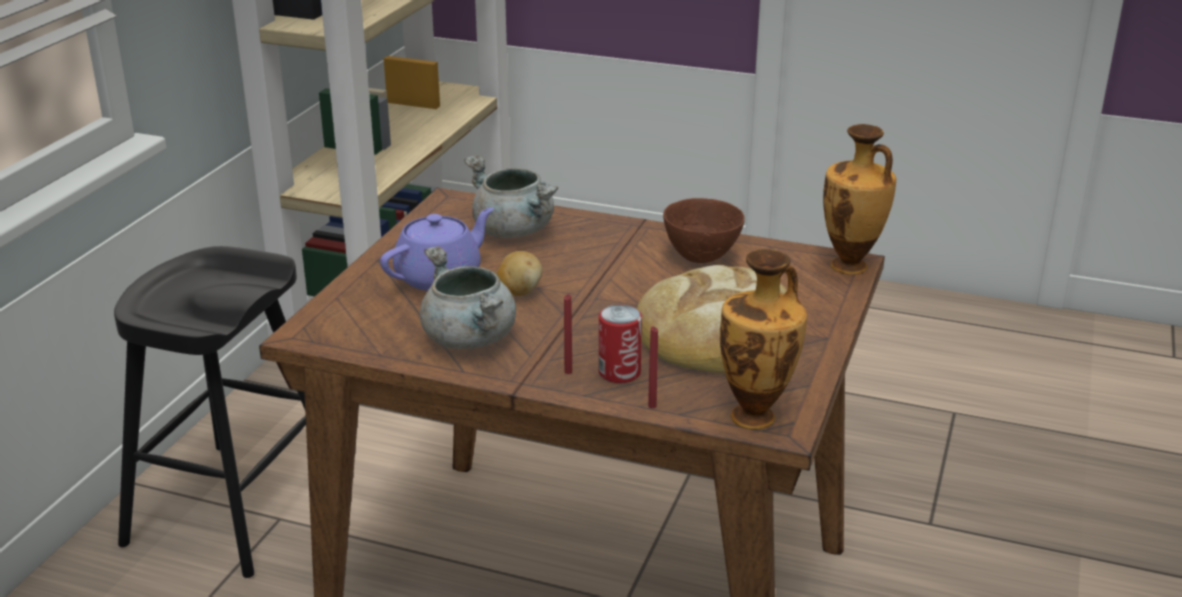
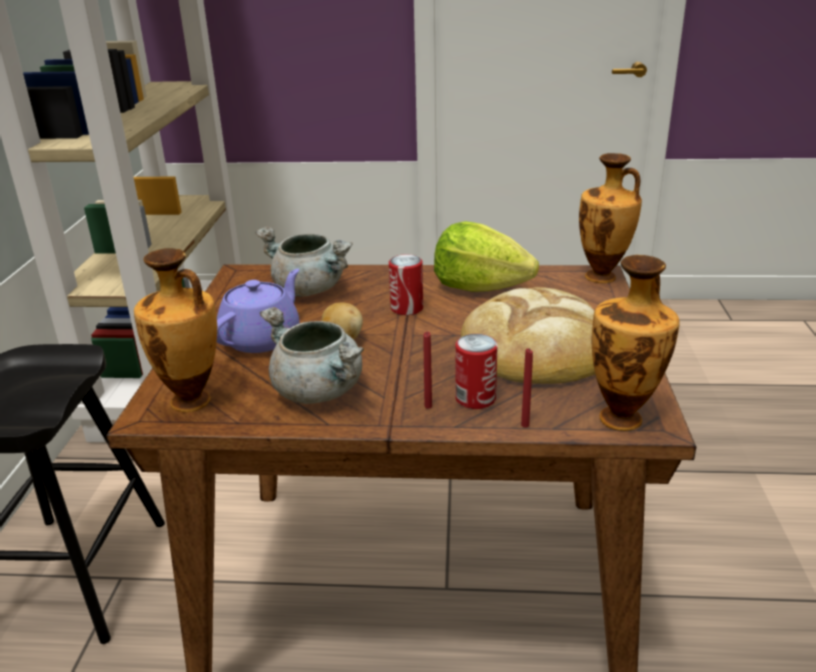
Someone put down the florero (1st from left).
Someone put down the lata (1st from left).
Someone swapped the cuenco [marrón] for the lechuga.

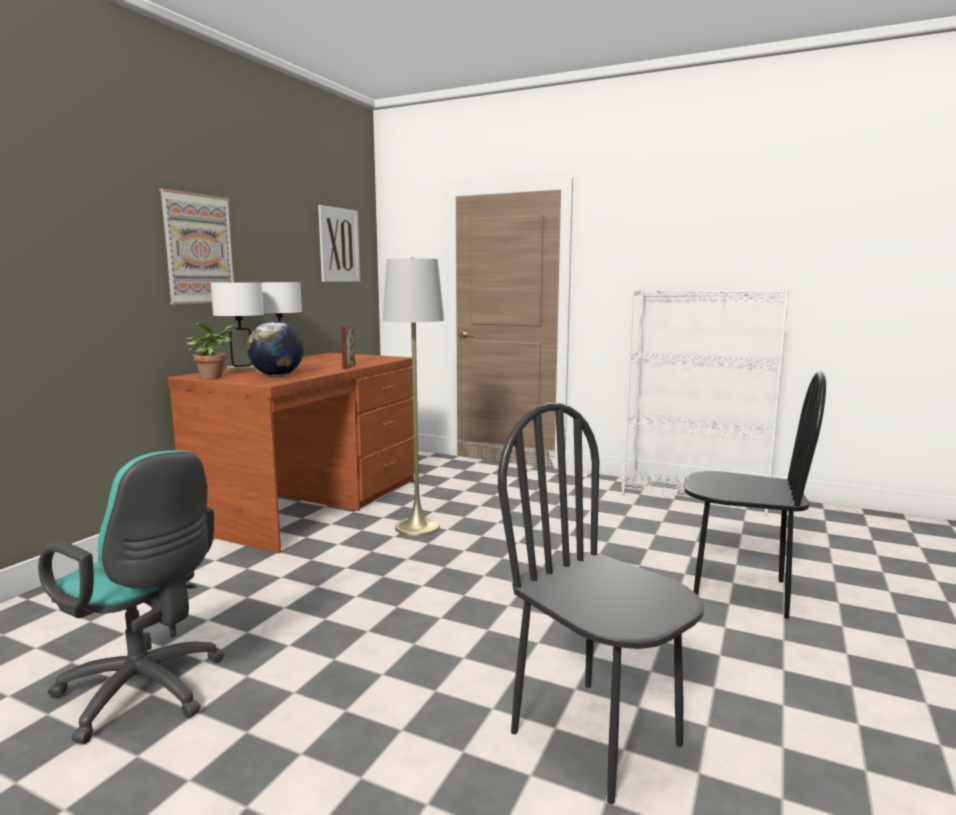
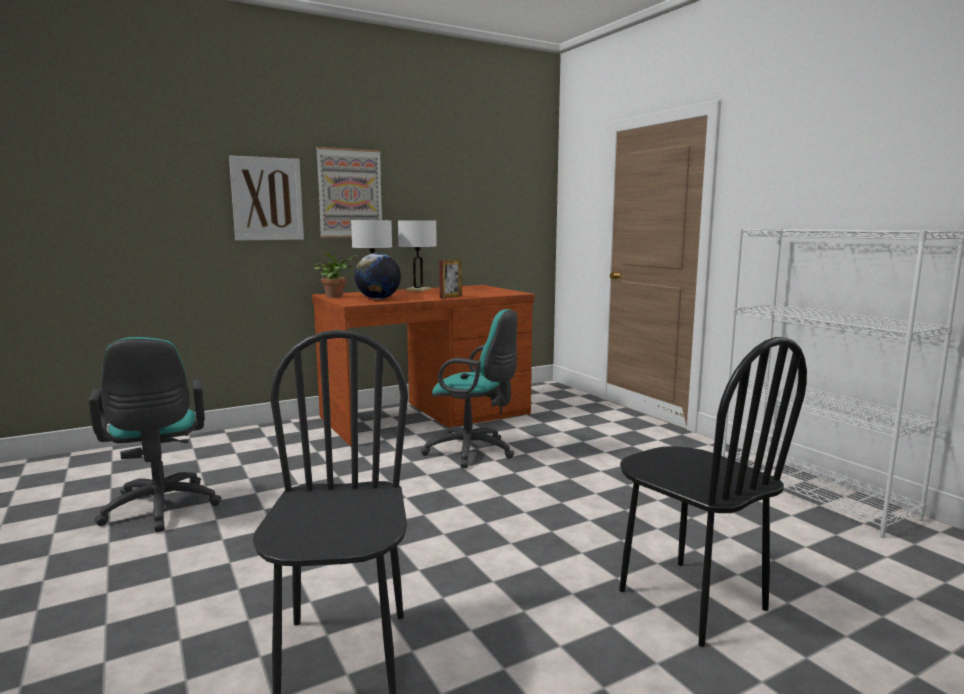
Someone carried the cuadro (2nd from left in the first image).
Someone swapped the lámpara de pie [gris] for the silla de oficina [turquesa] (2nd from left).

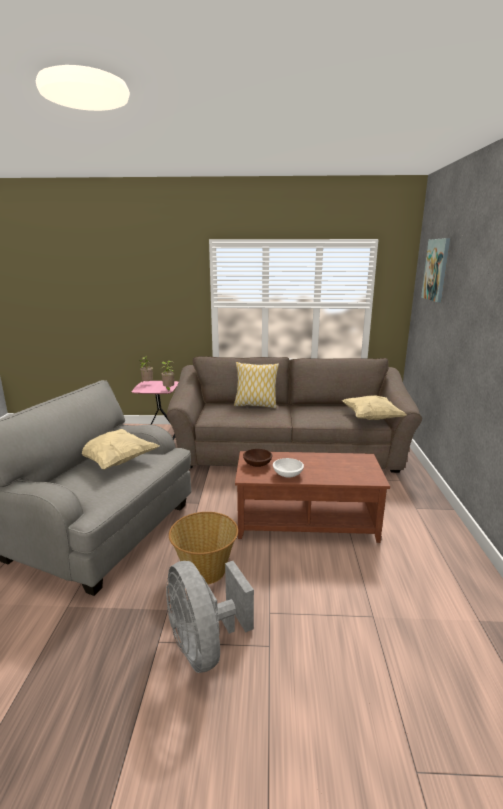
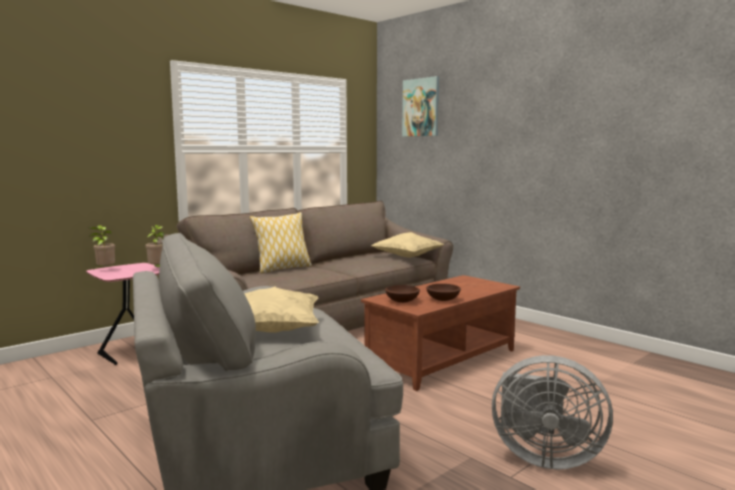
Someone repainted the cuenco [blanco], which became the cuenco [marrón] (2nd from left).
Someone took away the cesta.

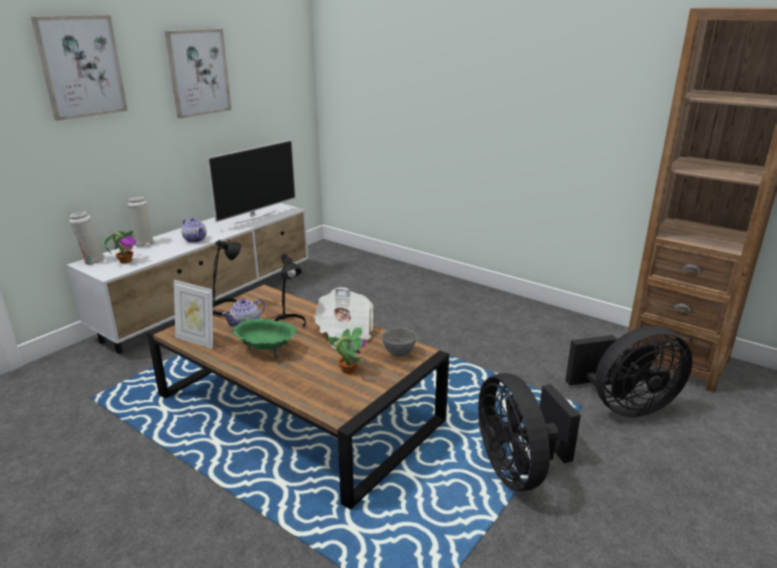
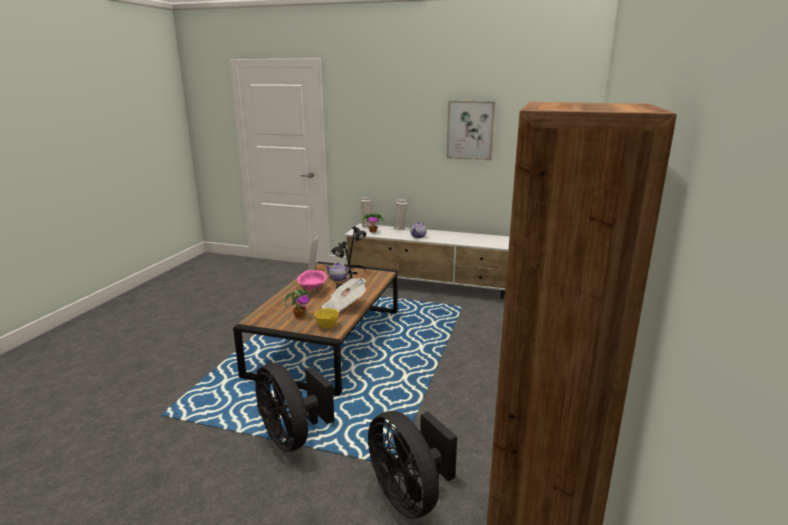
Someone rotated the ventilador [negro] (1st from left) by 90 degrees counterclockwise.
Someone repainted the cuenco [verde], which became the cuenco [rosa].
Someone repainted the cuenco [gris], which became the cuenco [amarillo].
Someone took away the cuadro (1st from left).
Someone took away the televisor.

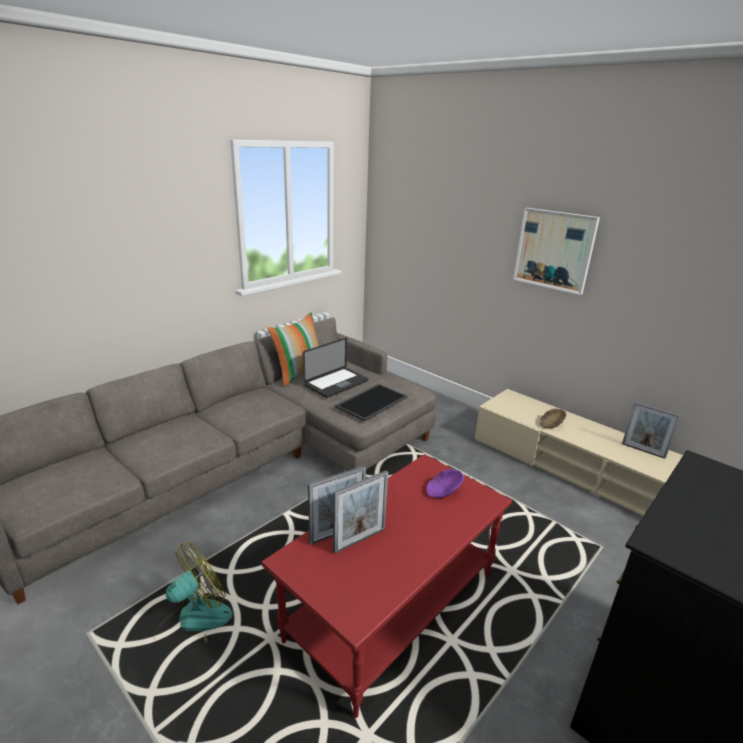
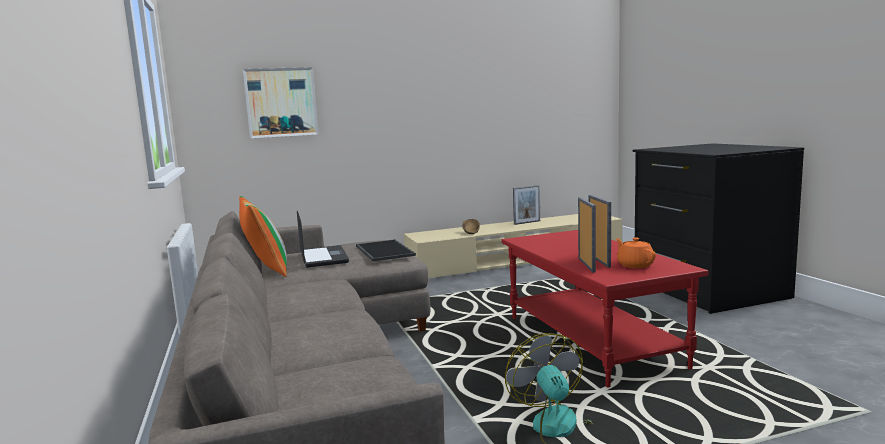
Someone carried the cuadro.
Someone put down the tetera [naranja].
Someone took away the cuenco [morado].

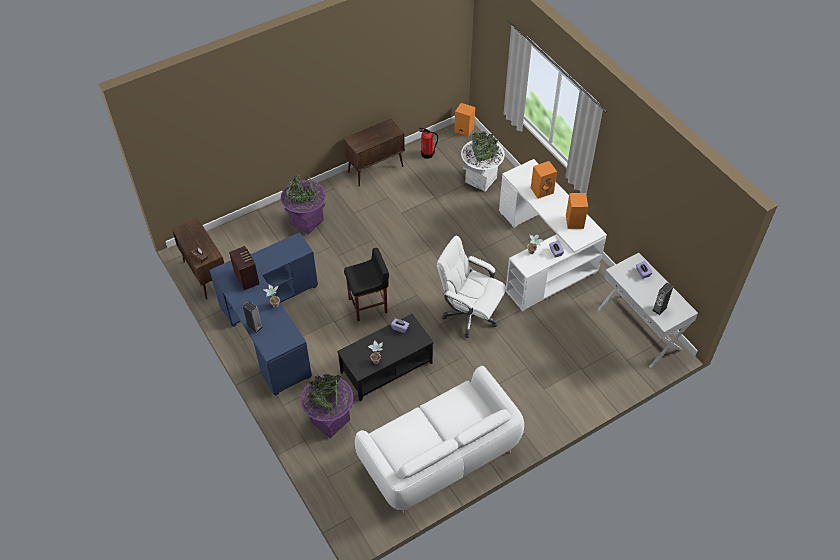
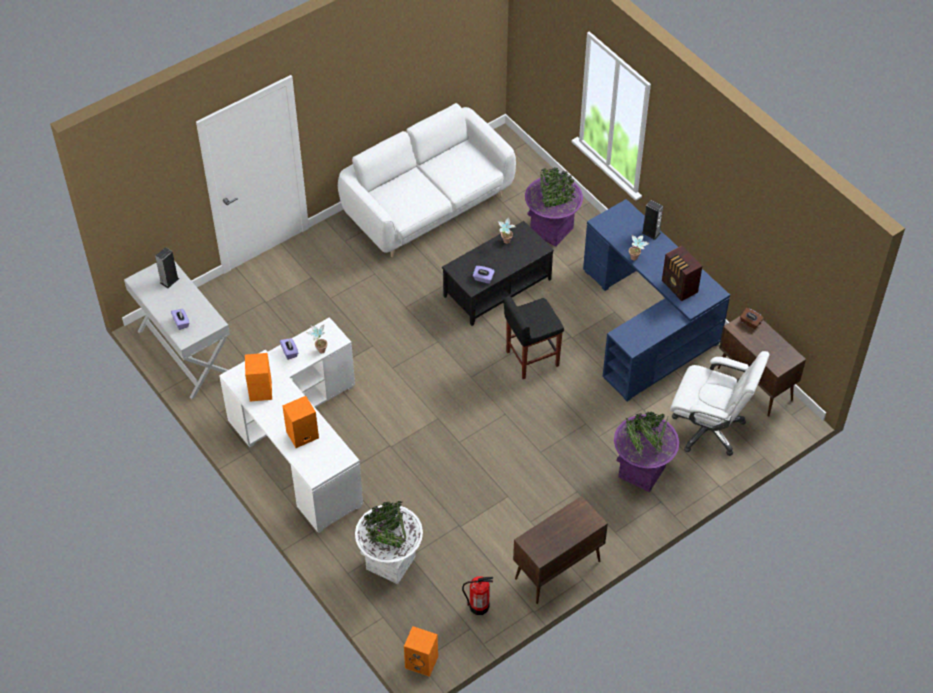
Someone carried the silla de oficina [blanco].

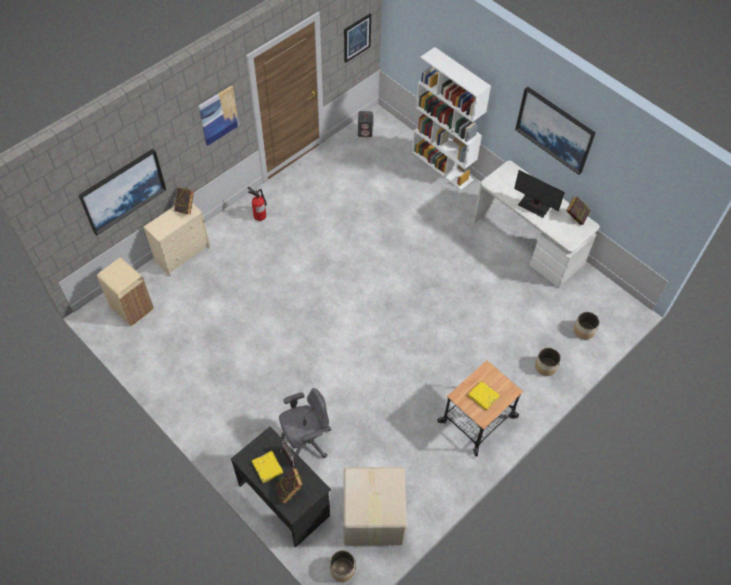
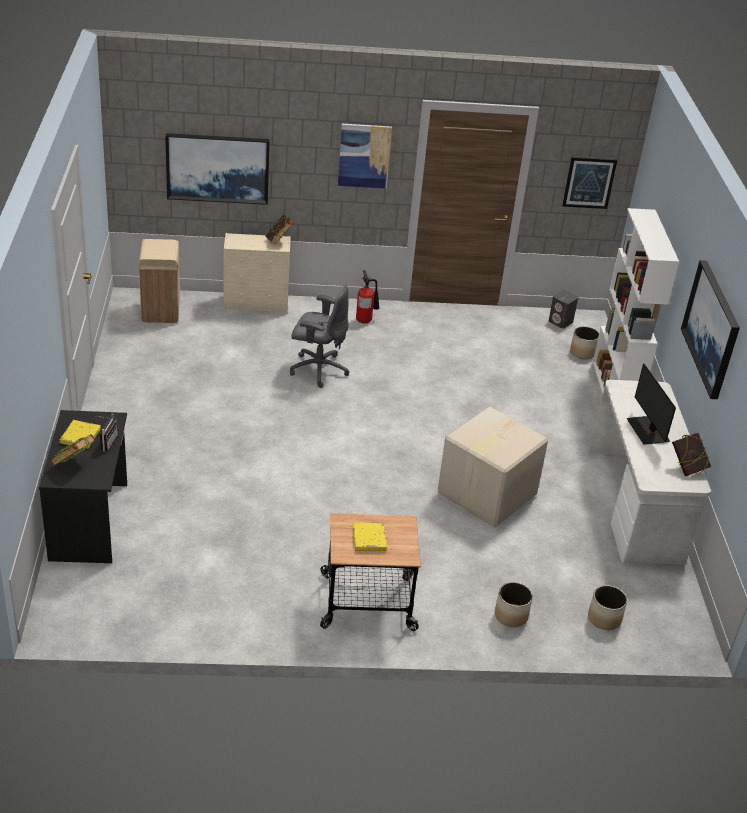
Someone carried the silla de oficina [gris].
Someone carried the caja de cartón.
Someone carried the maceta (1st from left in the first image).

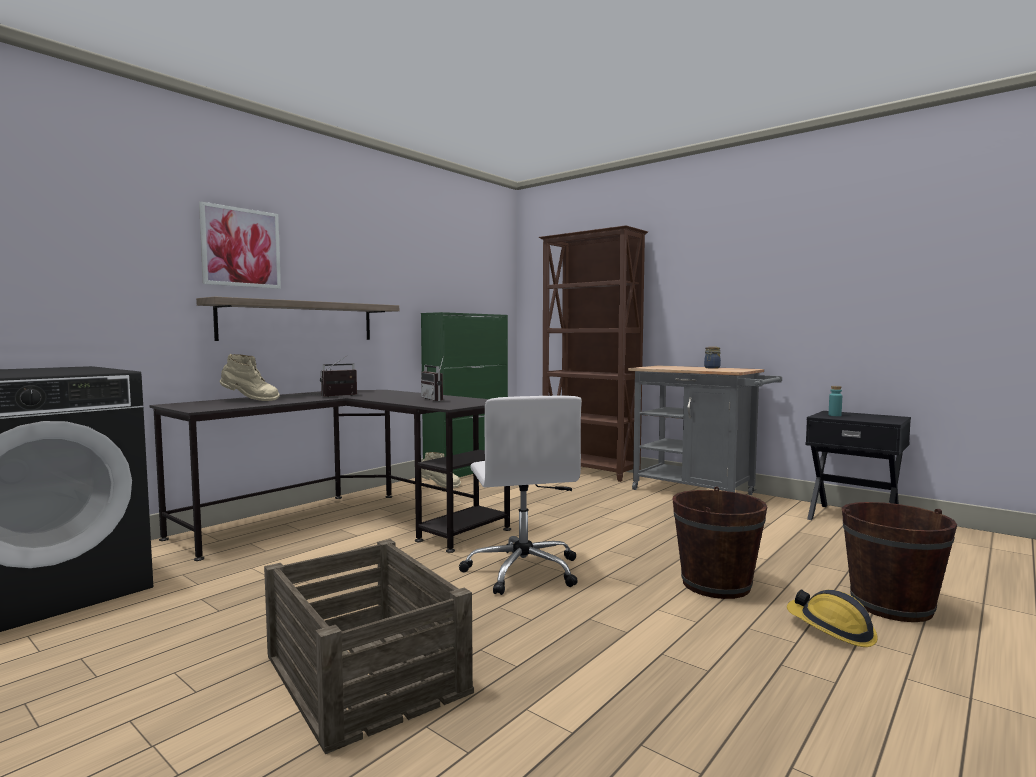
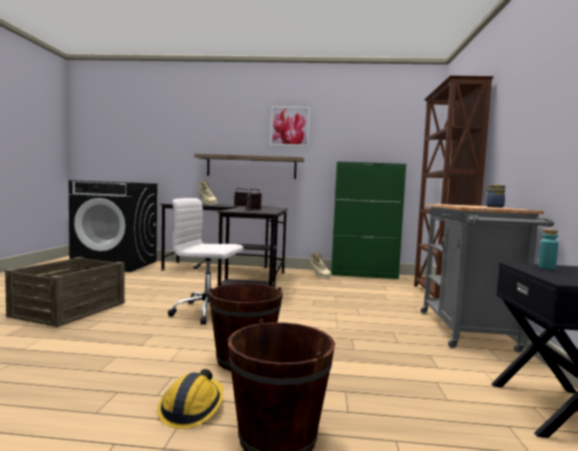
Someone rotated the silla de oficina [blanco] by 60 degrees clockwise.
Someone carried the cuadro.

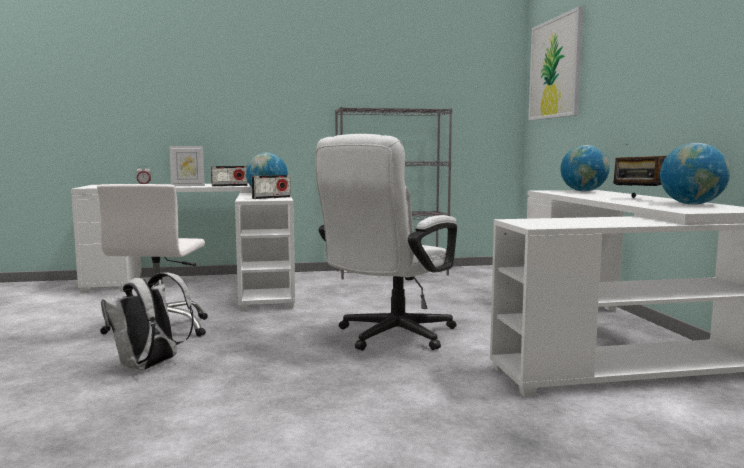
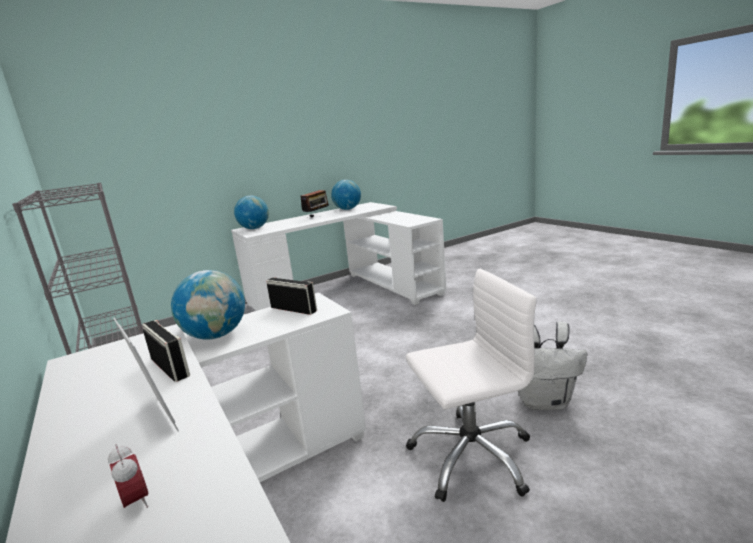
Someone took away the silla de oficina [blanco] (2nd from left).
Someone took away the cuadro.

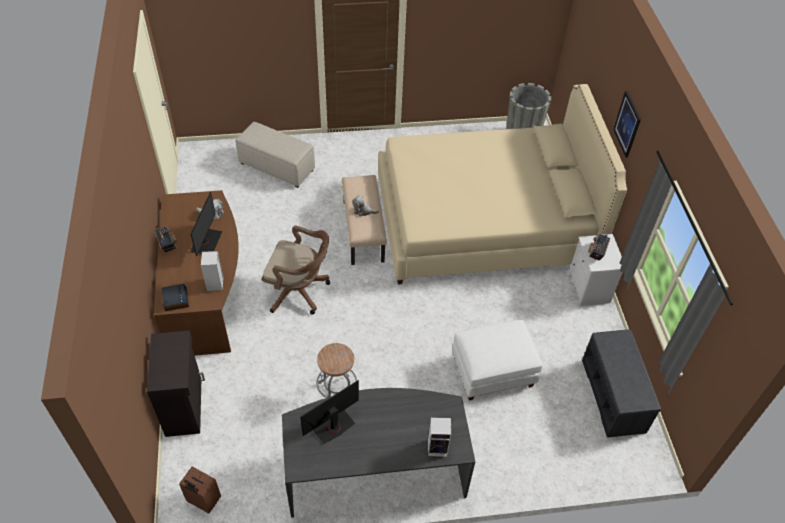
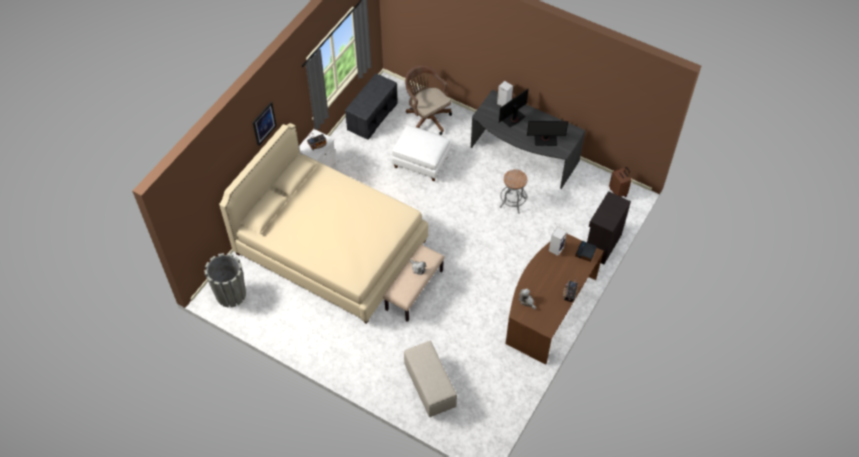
Someone carried the silla de oficina [marrón].
Someone carried the monitor (1st from left).

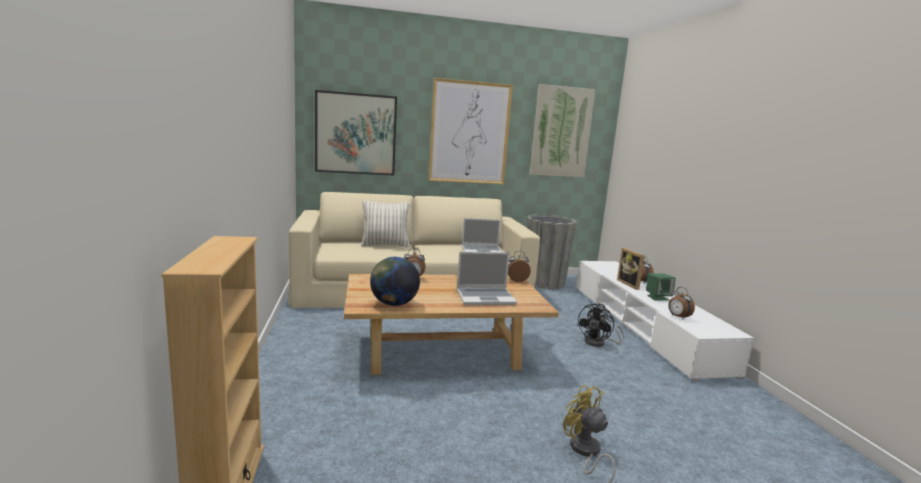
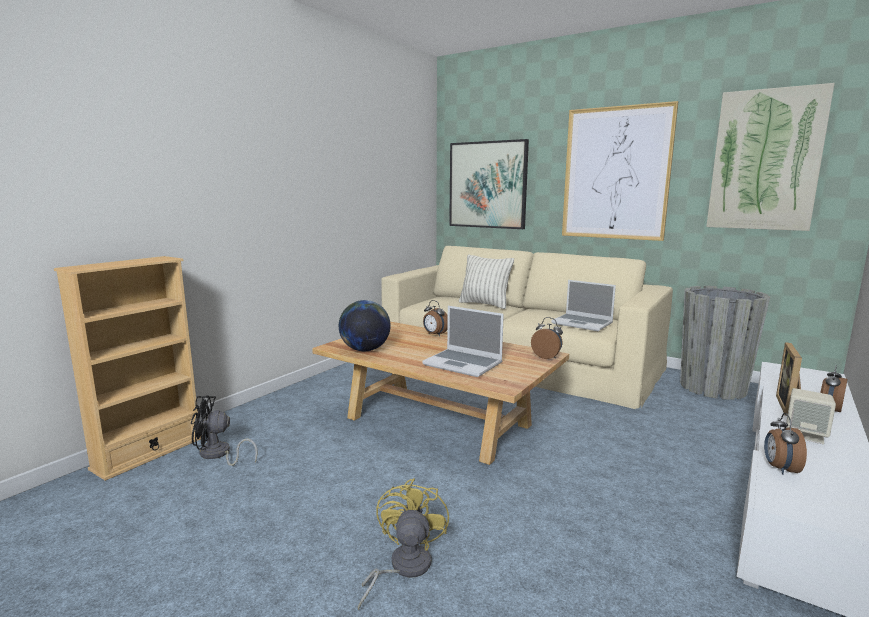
Someone carried the ventilador [negro].
Someone repainted the altavoz [verde], which became the altavoz [beis].

